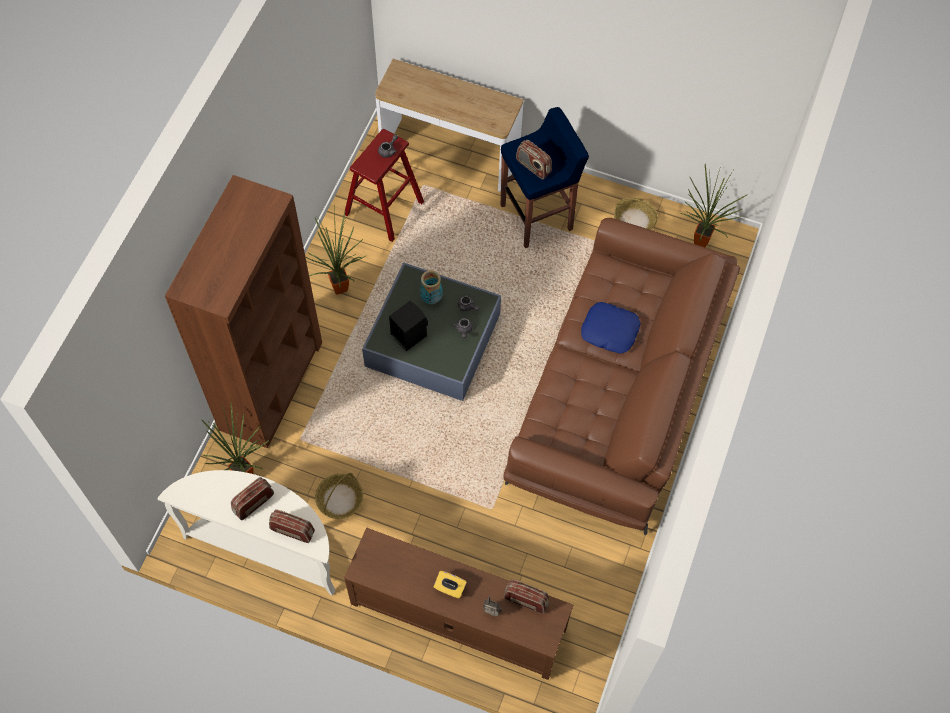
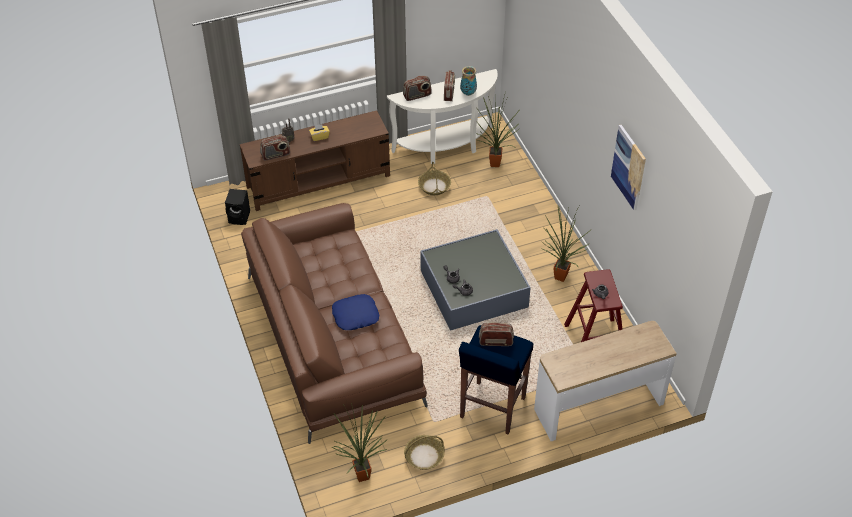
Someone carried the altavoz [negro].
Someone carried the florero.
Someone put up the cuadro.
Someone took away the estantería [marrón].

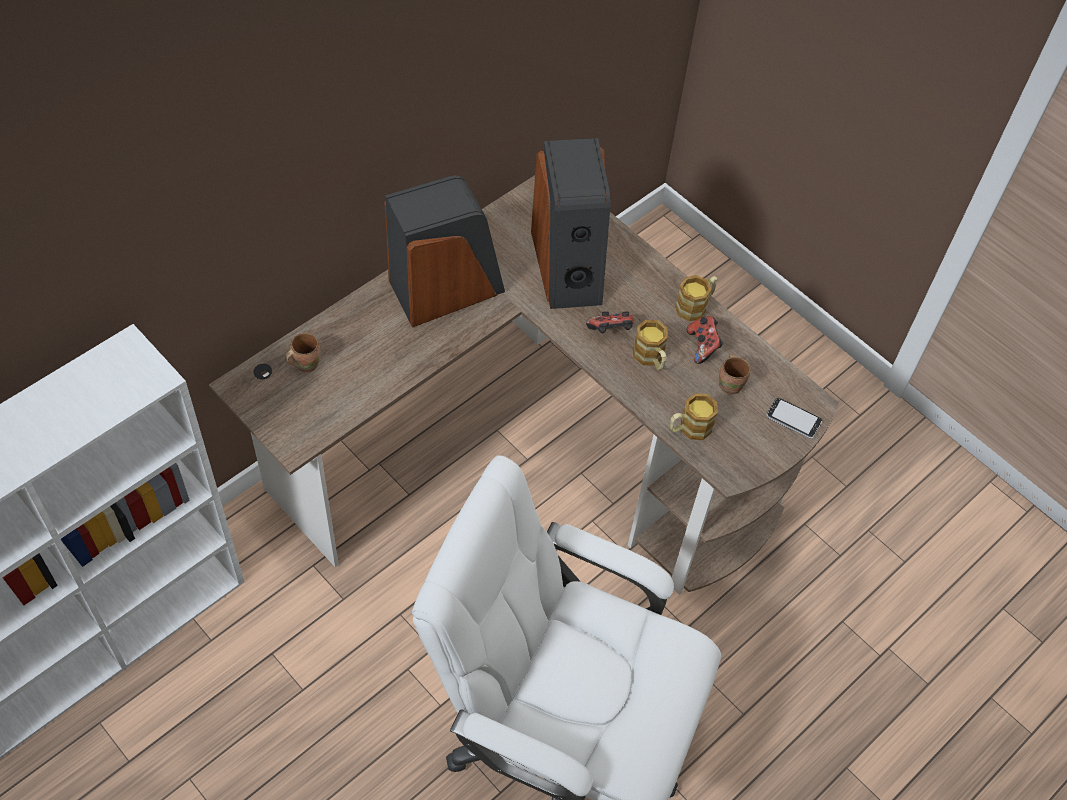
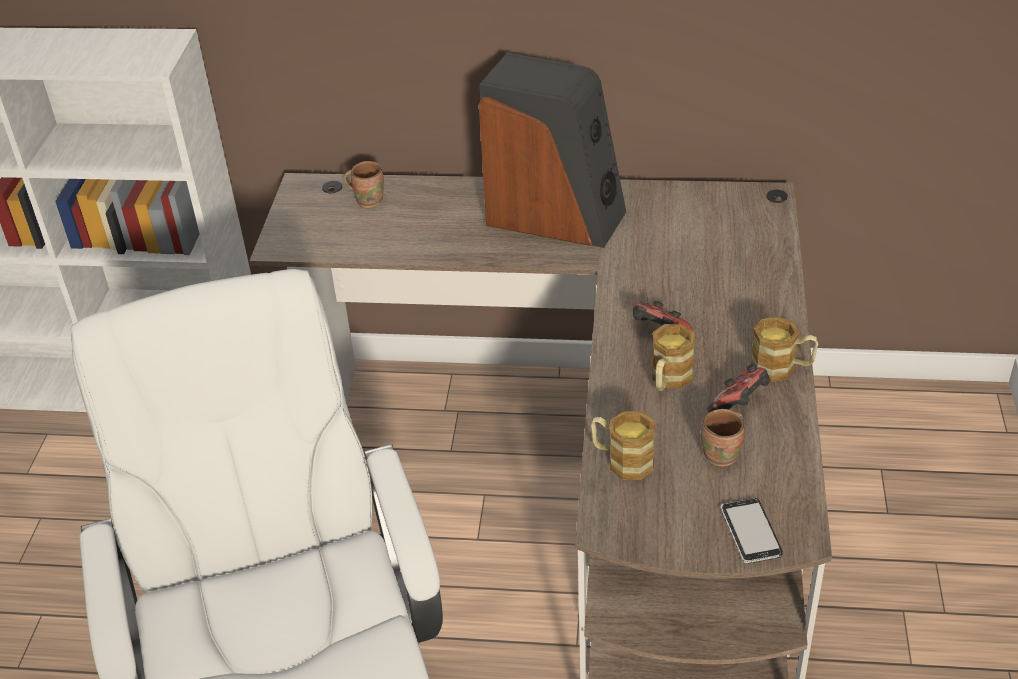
Someone took away the altavoz (2nd from left).

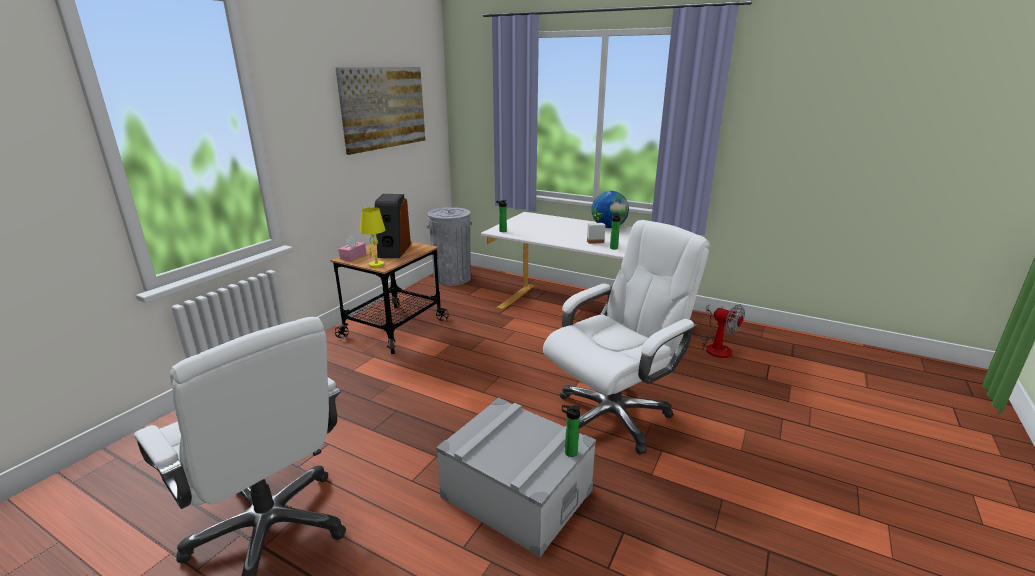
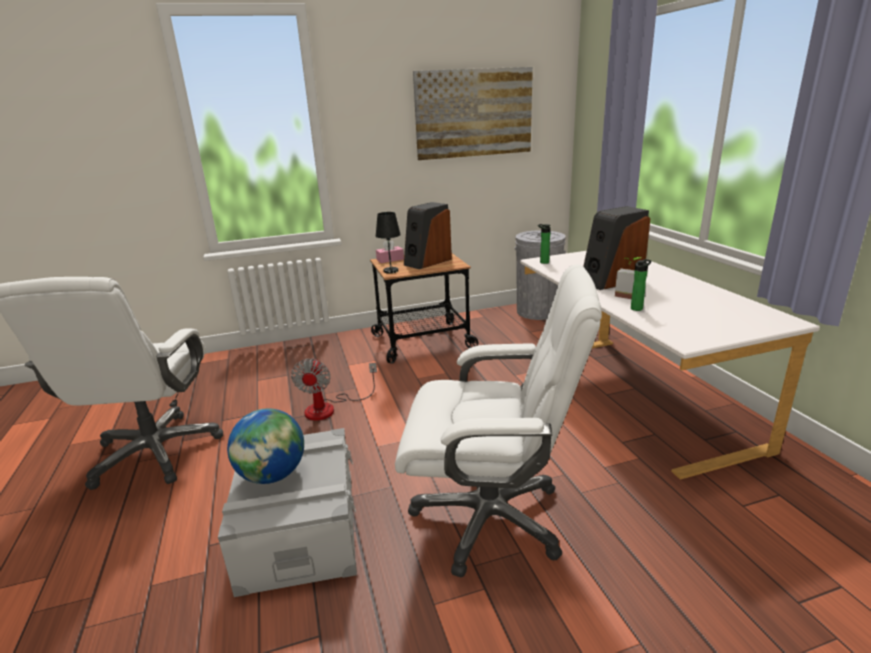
Someone carried the globo terráqueo.
Someone carried the ventilador.
Someone repainted the lámpara de mesa [amarillo], which became the lámpara de mesa [negro].
Someone put down the altavoz (2nd from left).
Someone took away the botella (2nd from left).

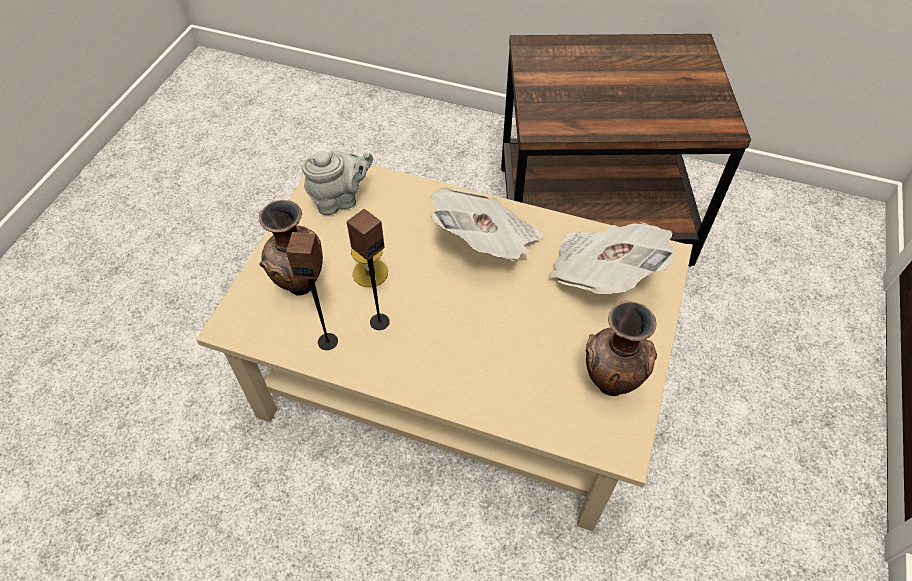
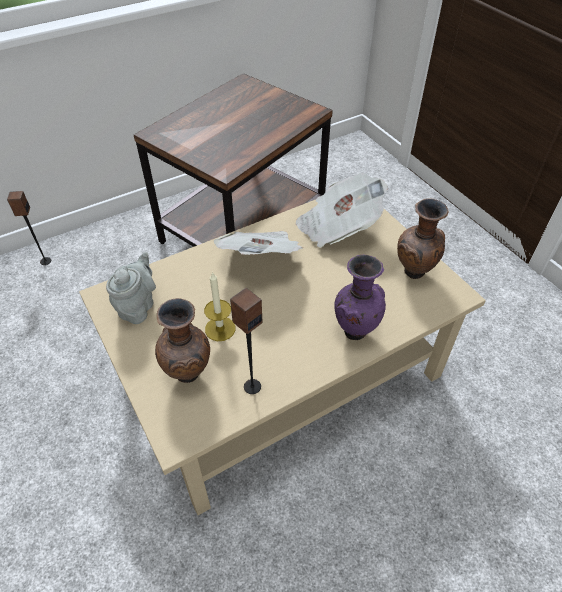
Someone carried the altavoz (2nd from left in the first image).
Someone put down the florero [morado].

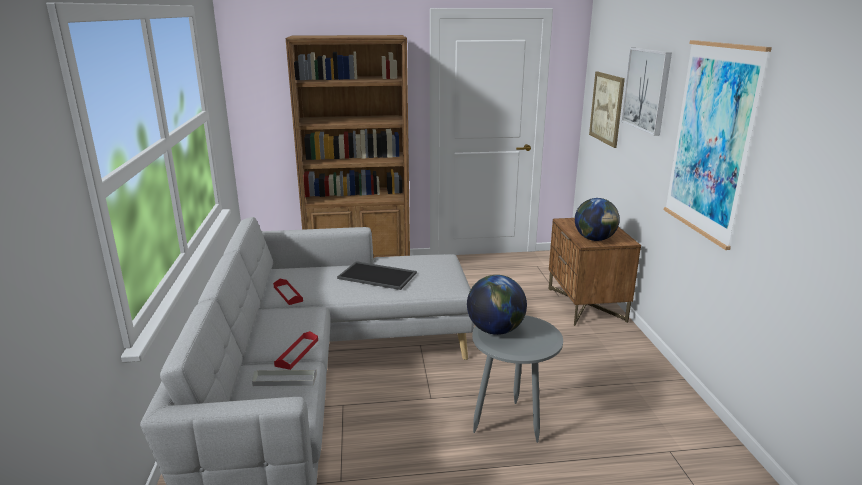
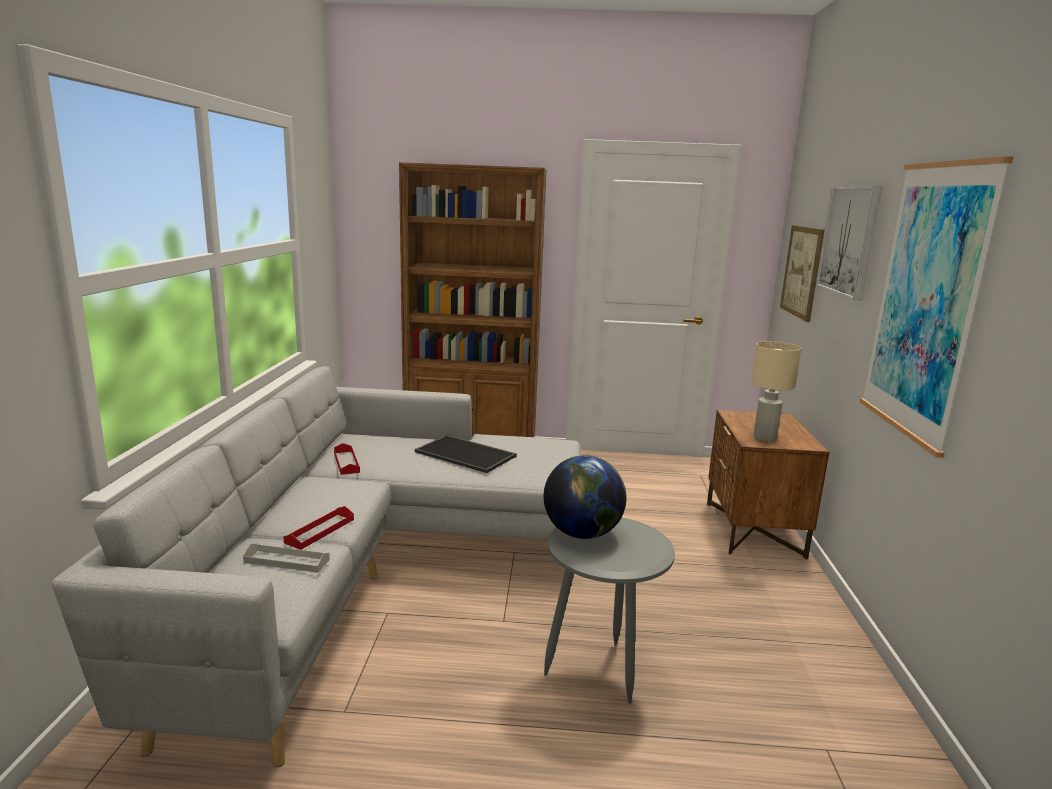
Someone swapped the globo terráqueo (2nd from left) for the lámpara de mesa [beis].

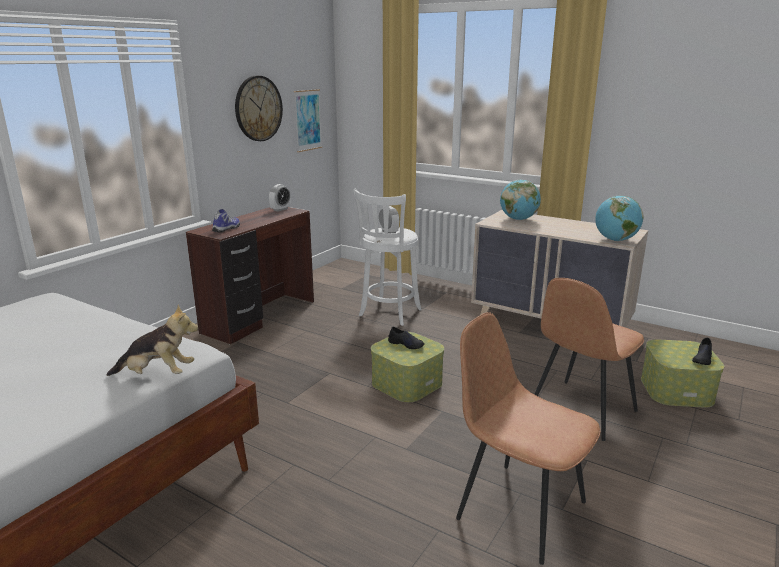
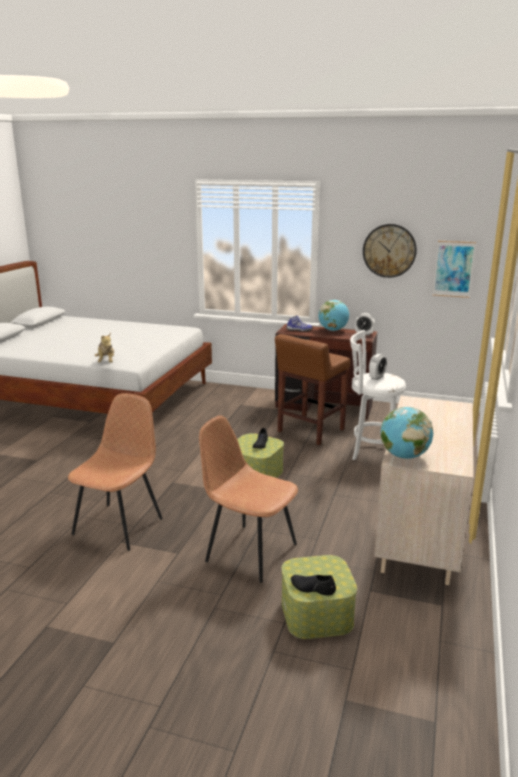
Someone put down the taburete [marrón].
Someone carried the globo terráqueo (1st from left).

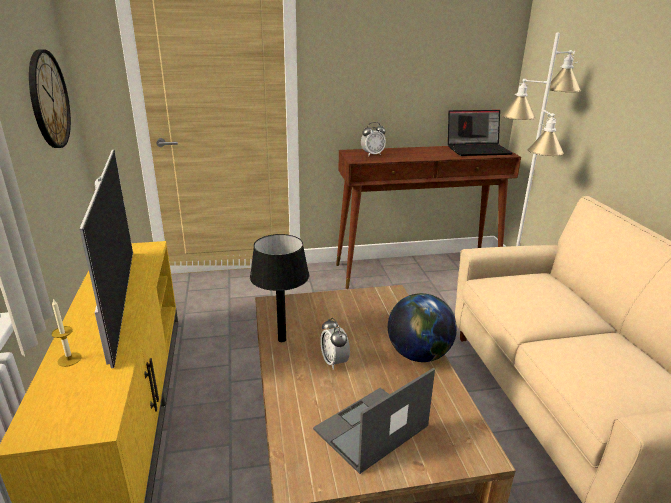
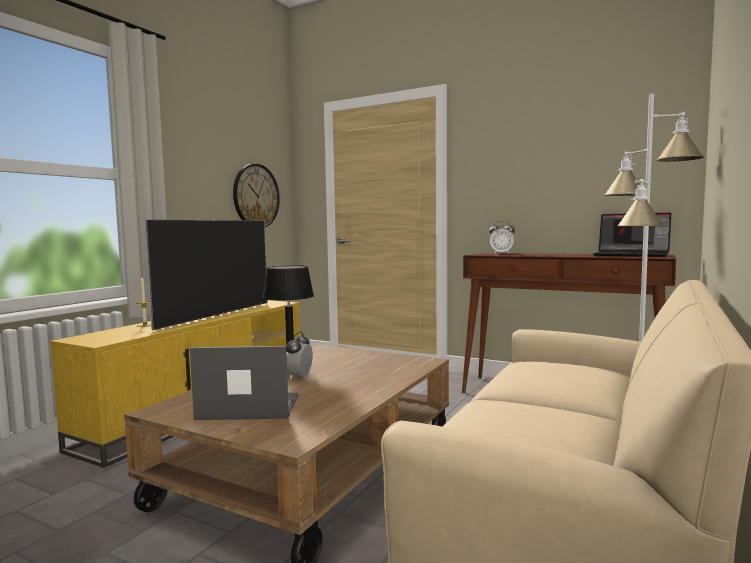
Someone took away the globo terráqueo.

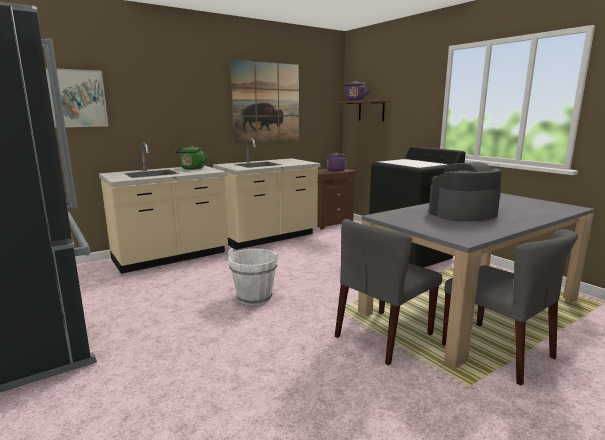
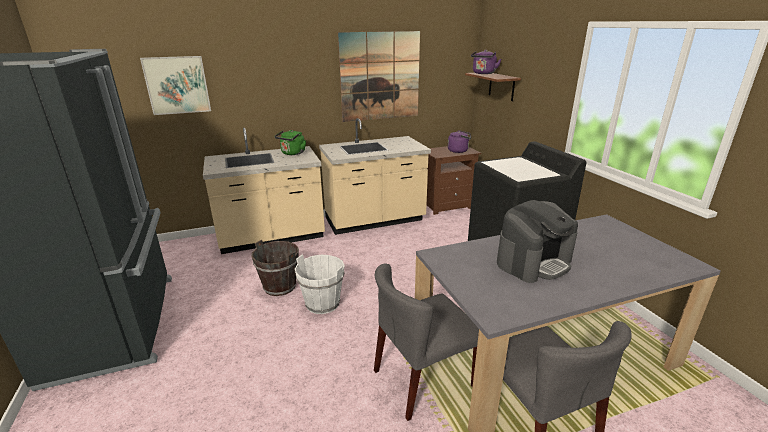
Someone put down the cubo [marrón].
Someone rotated the cafetera by 150 degrees clockwise.

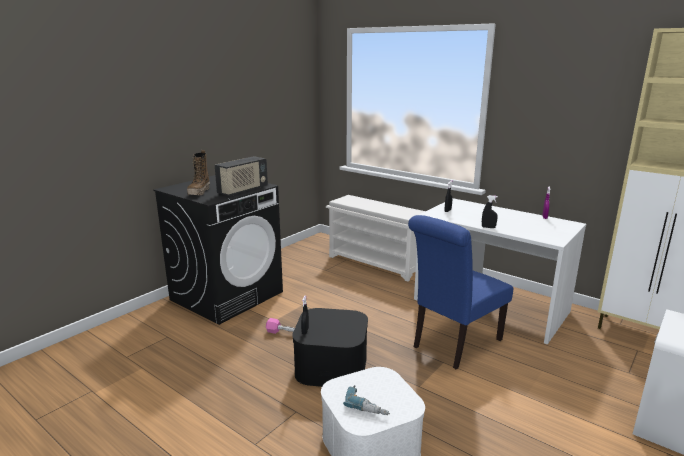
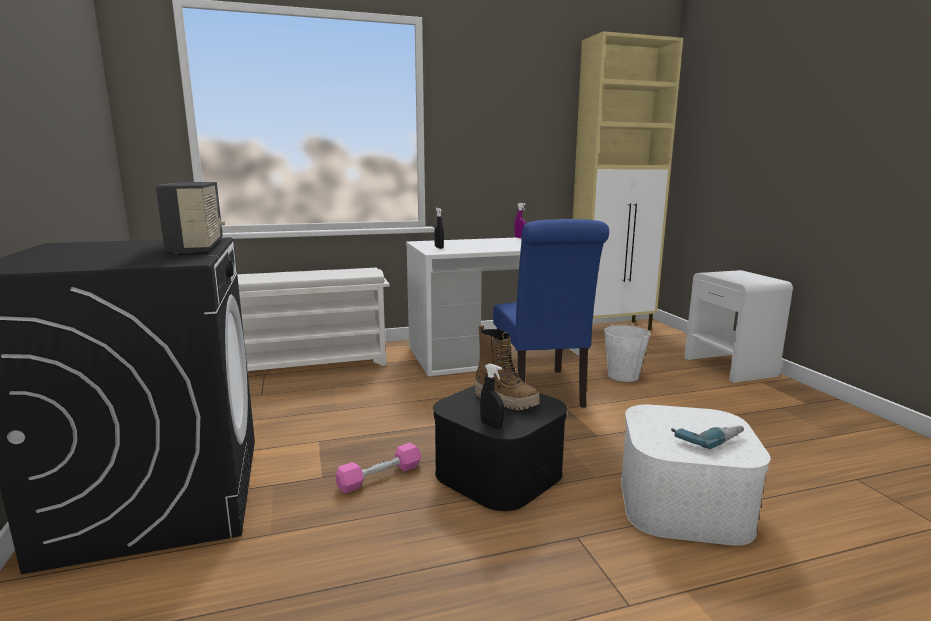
Someone carried the bota.
Someone put down the cubo [blanco].
Someone took away the pulverizador [negro] (3rd from left).

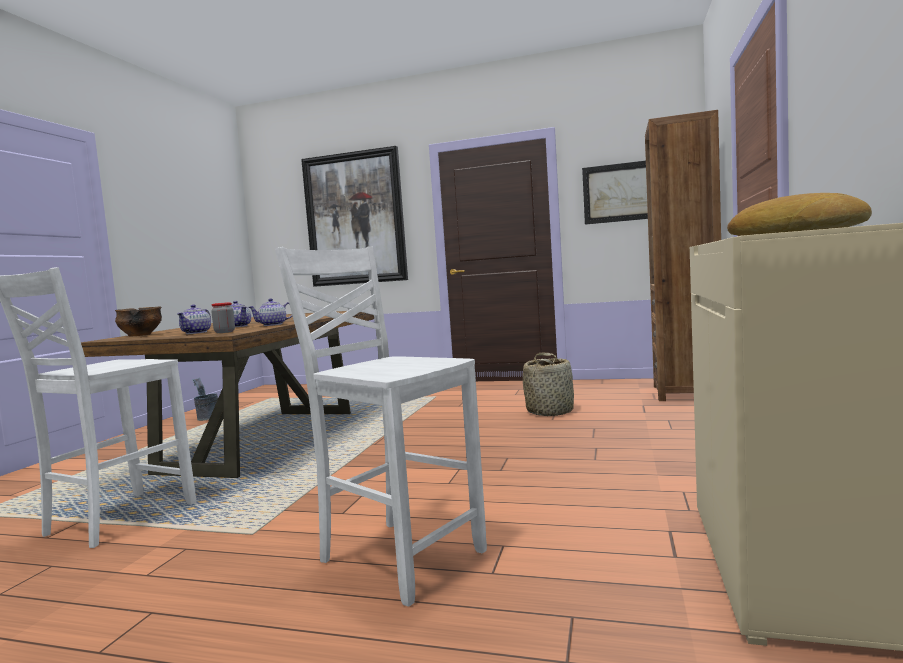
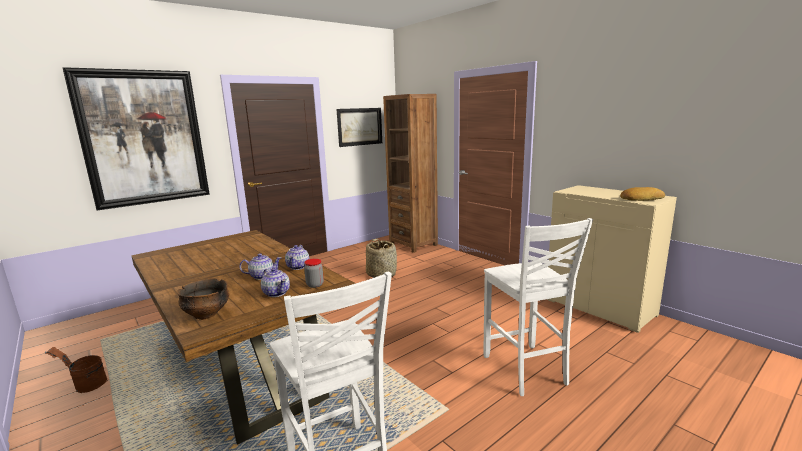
Someone repainted the cubo [gris], which became the cubo [marrón].
Someone rotated the silla [blanco] (2nd from left) by 90 degrees counterclockwise.

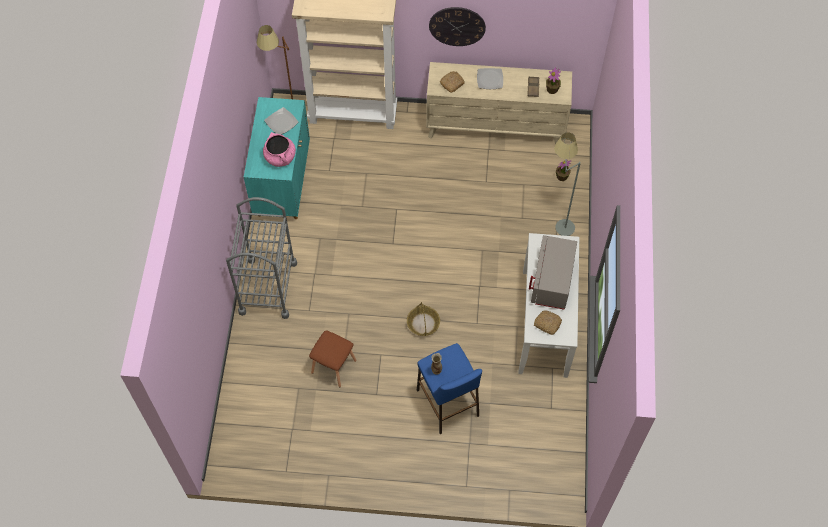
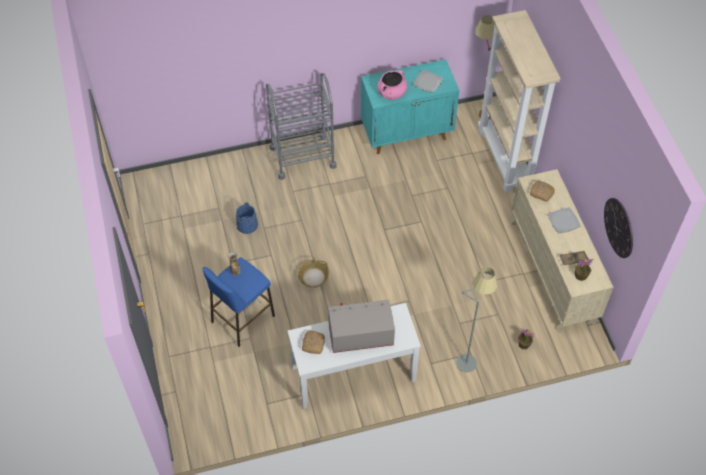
Someone swapped the taburete [marrón] for the cubo [azul].
Someone carried the reloj de pared.

